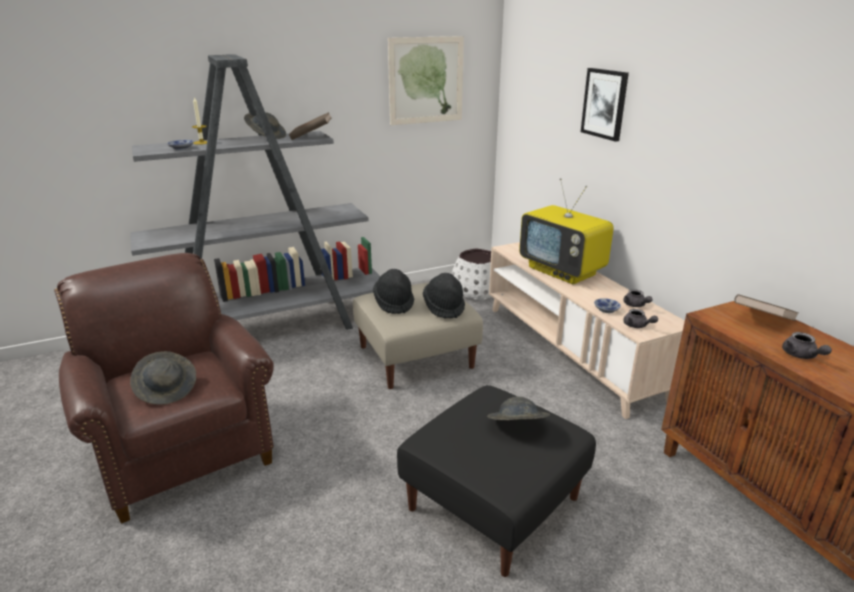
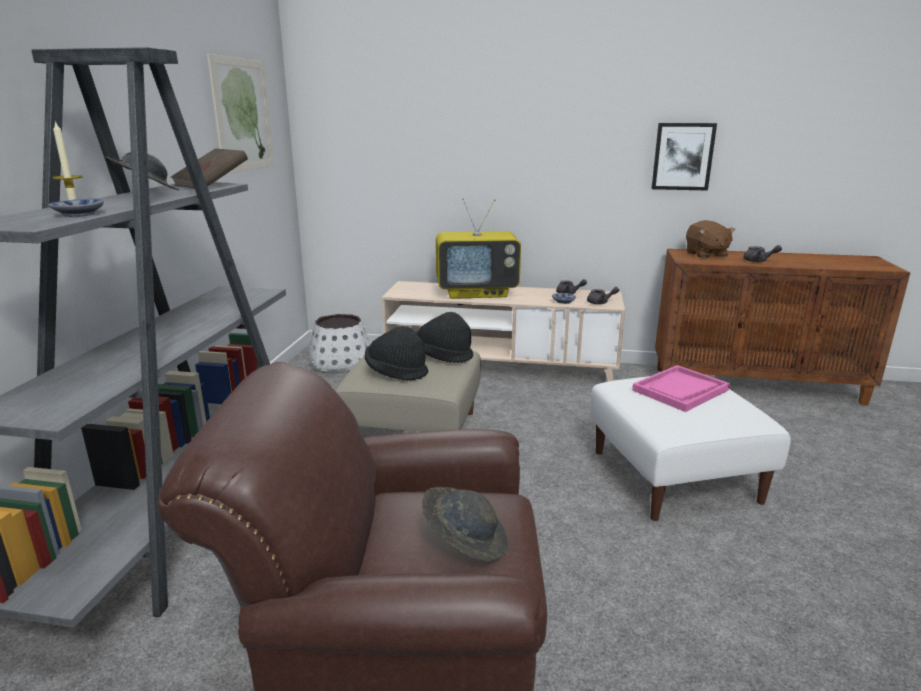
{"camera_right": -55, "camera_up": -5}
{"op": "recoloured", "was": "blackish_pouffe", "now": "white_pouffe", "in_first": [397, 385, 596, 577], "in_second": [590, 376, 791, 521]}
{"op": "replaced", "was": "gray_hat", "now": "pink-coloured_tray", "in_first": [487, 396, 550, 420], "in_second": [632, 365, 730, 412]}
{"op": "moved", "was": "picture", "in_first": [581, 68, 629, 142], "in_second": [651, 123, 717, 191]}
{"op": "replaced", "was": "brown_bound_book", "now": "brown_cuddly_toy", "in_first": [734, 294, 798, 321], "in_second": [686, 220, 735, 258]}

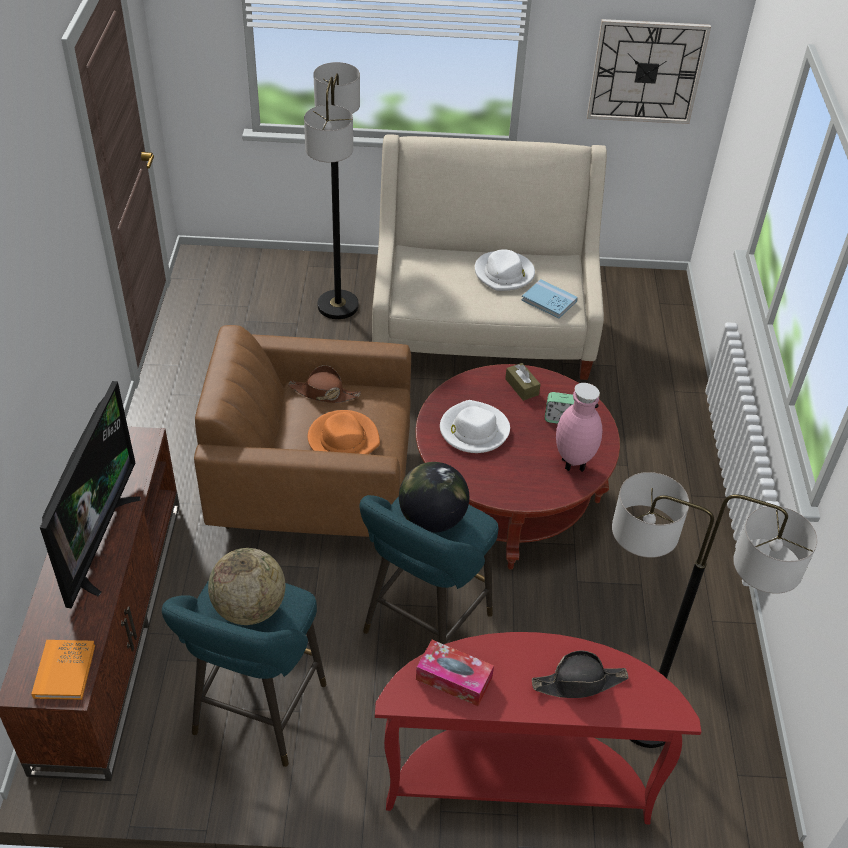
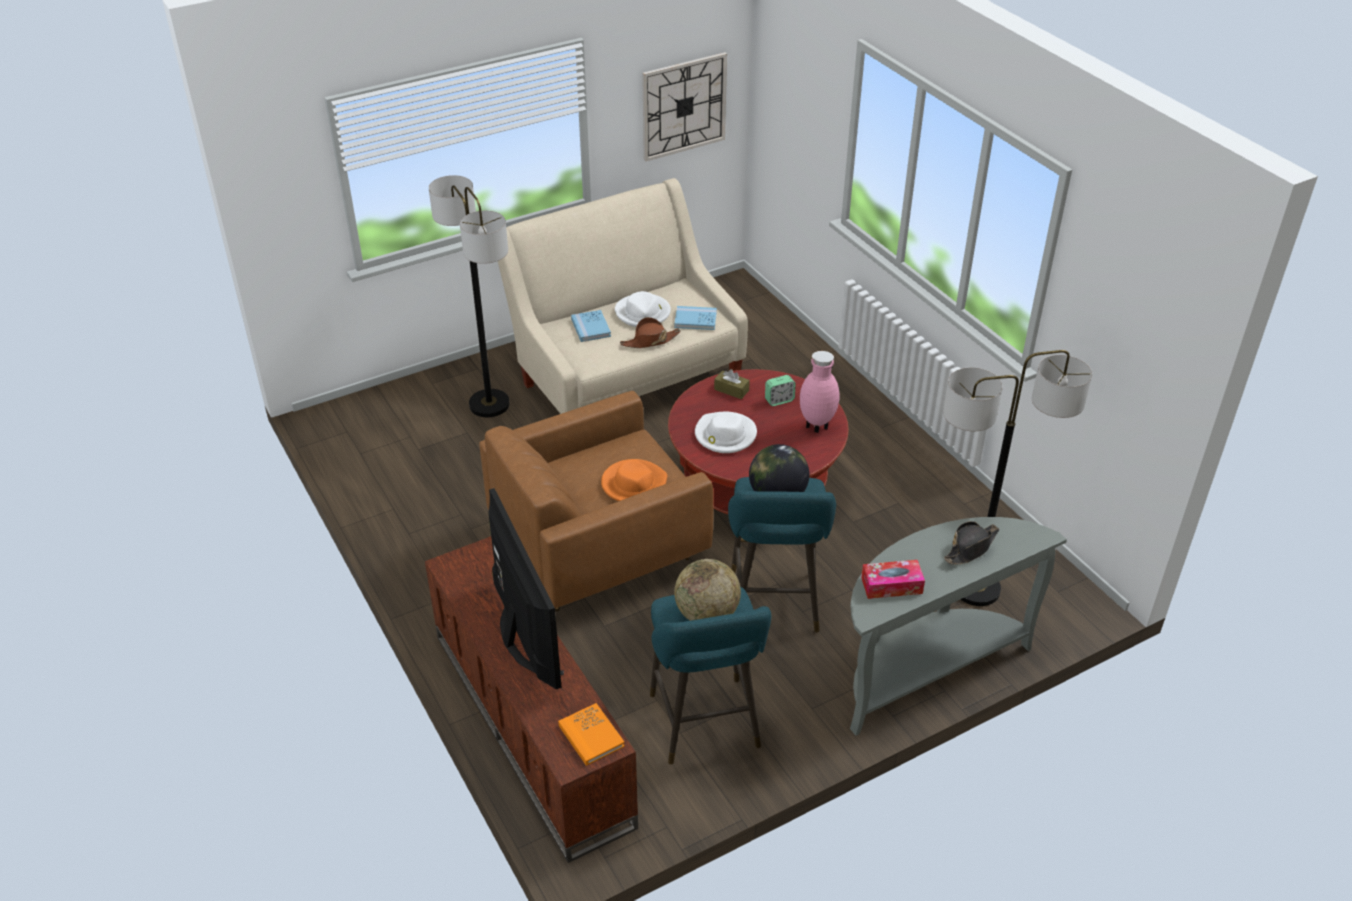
{"camera_right": -30, "camera_up": -5}
{"op": "added", "now": "blue_bound_book", "in_second": [571, 310, 611, 342]}
{"op": "moved", "was": "brown_hat", "in_first": [288, 365, 361, 403], "in_second": [620, 317, 681, 348]}
{"op": "recoloured", "was": "reddish_hall_table", "now": "gray_hall_table", "in_first": [375, 632, 701, 825], "in_second": [850, 517, 1067, 736]}

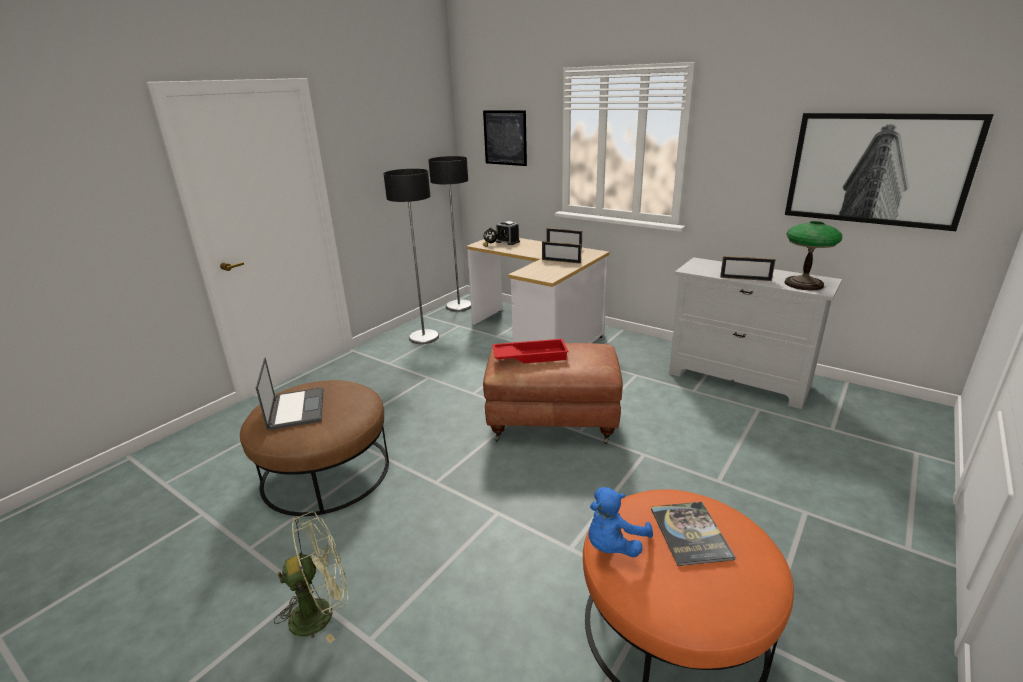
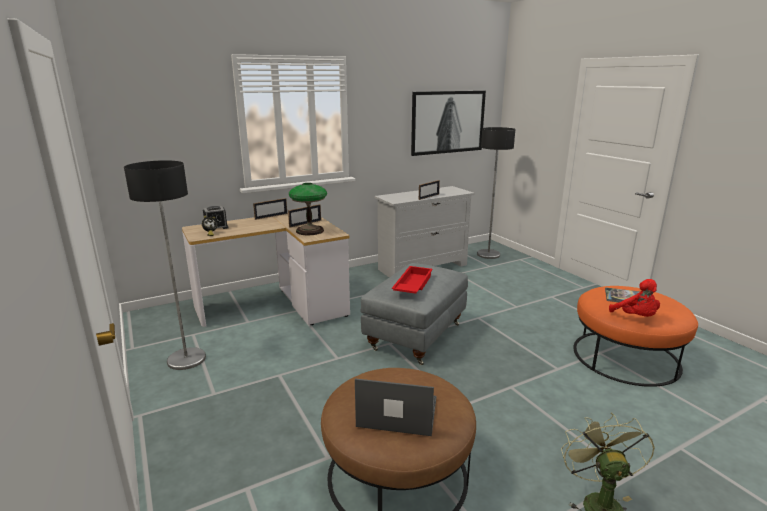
{"camera_right": -65, "camera_up": -5}
{"op": "moved", "was": "lamp_for_a_table", "in_first": [784, 221, 843, 290], "in_second": [289, 183, 327, 235]}
{"op": "recoloured", "was": "brown_pouffe", "now": "gray_pouffe", "in_first": [483, 343, 623, 444], "in_second": [361, 263, 468, 365]}
{"op": "moved", "was": "floor_lamp", "in_first": [428, 156, 471, 312], "in_second": [477, 127, 515, 259]}
{"op": "recoloured", "was": "blue_cuddly_toy", "now": "reddish_cuddly_toy", "in_first": [589, 487, 653, 557], "in_second": [609, 279, 660, 317]}
{"op": "removed", "was": "picture", "in_first": [483, 110, 527, 166]}

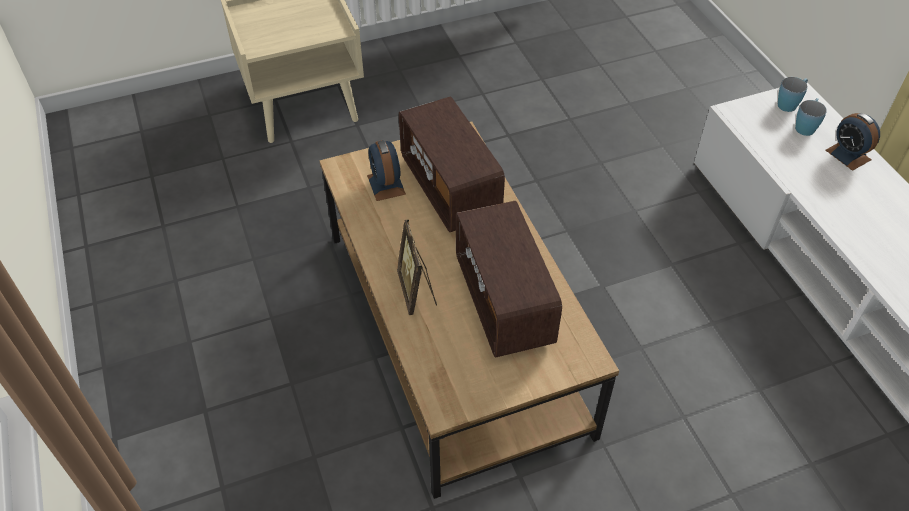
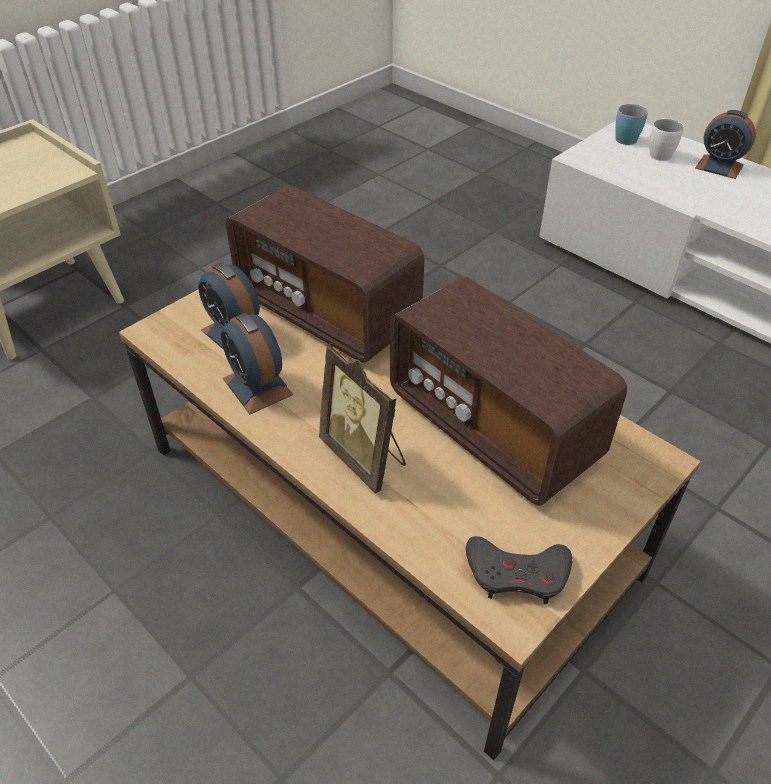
{"camera_right": -25, "camera_up": -5}
{"op": "added", "now": "table_clock", "in_second": [221, 313, 293, 414]}
{"op": "added", "now": "gray_joypad", "in_second": [466, 536, 572, 604]}
{"op": "recoloured", "was": "blue_mug", "now": "white_mug", "in_first": [795, 98, 827, 136], "in_second": [650, 118, 684, 161]}

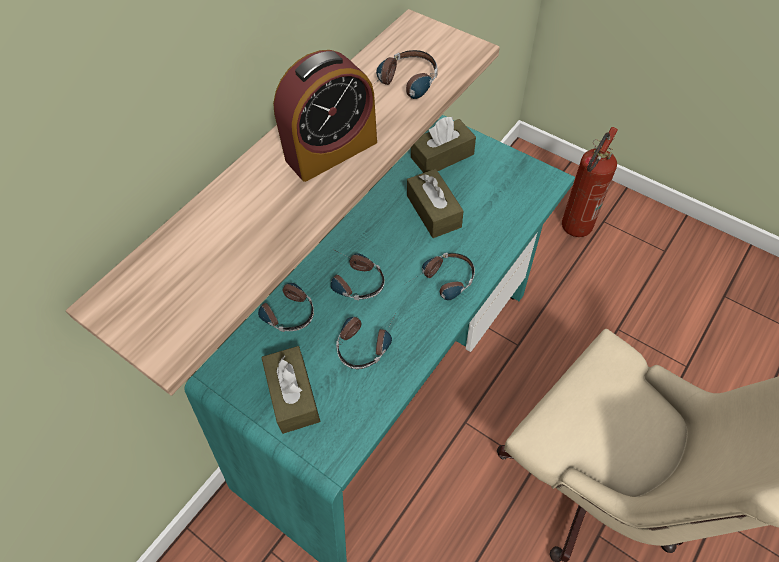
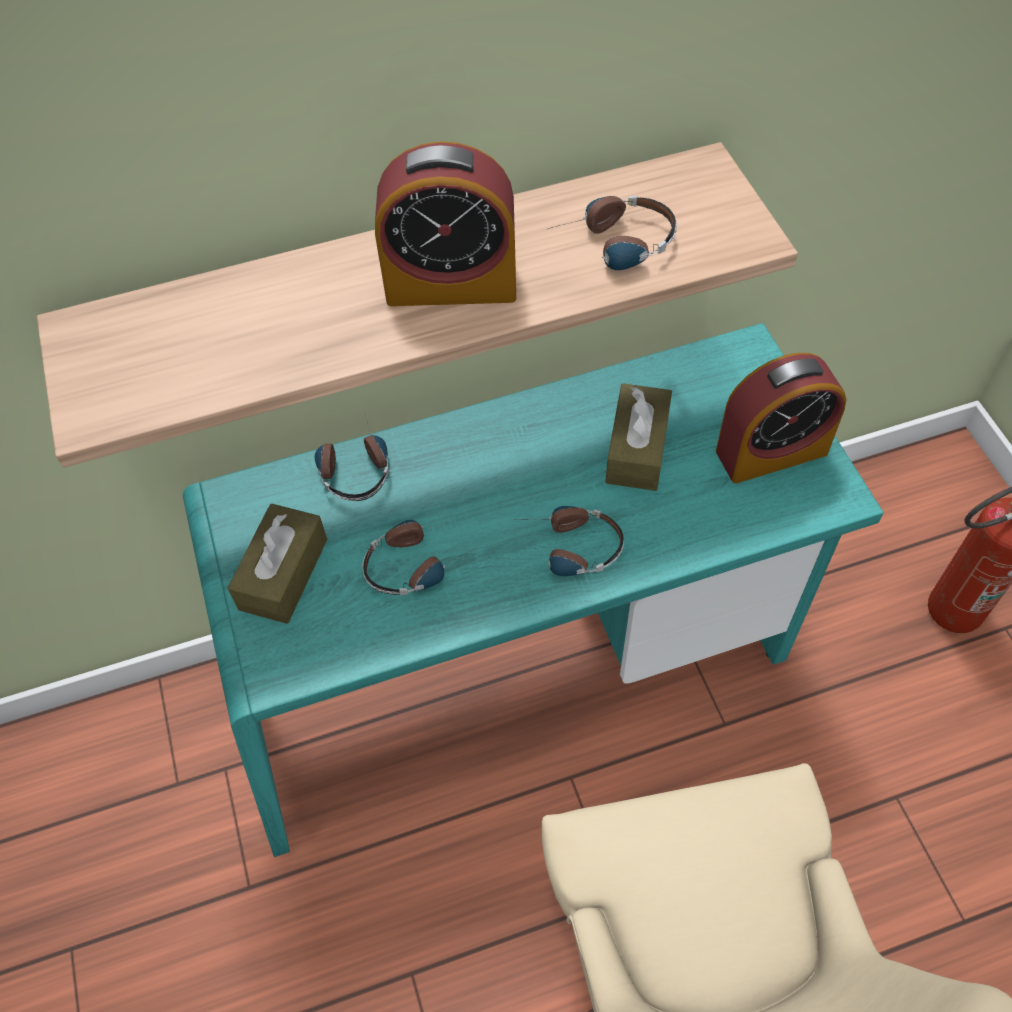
{"camera_right": 35, "camera_up": 0}
{"op": "added", "now": "table_clock", "in_second": [716, 353, 847, 483]}
{"op": "removed", "was": "headset", "in_first": [331, 254, 385, 300]}
{"op": "removed", "was": "brown_tissue_holder", "in_first": [411, 117, 476, 173]}

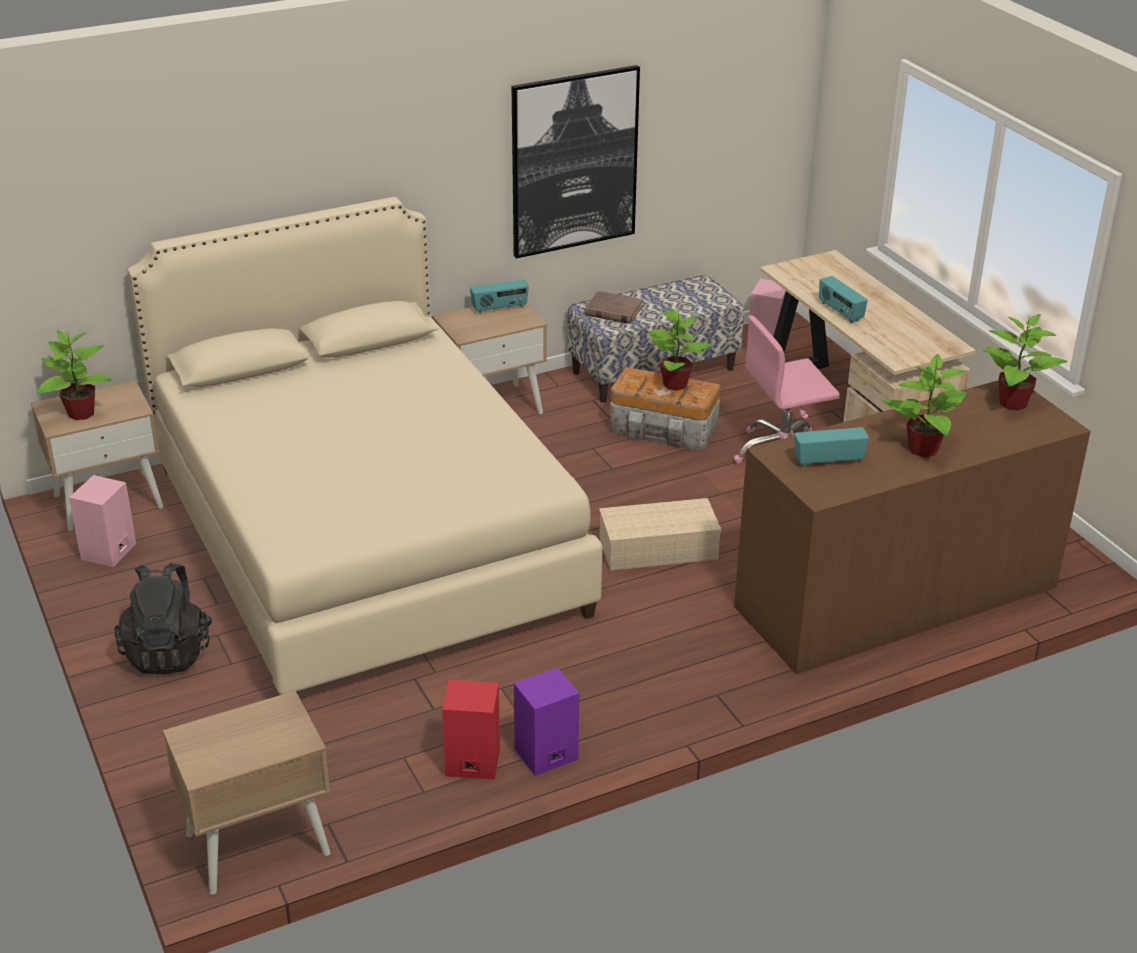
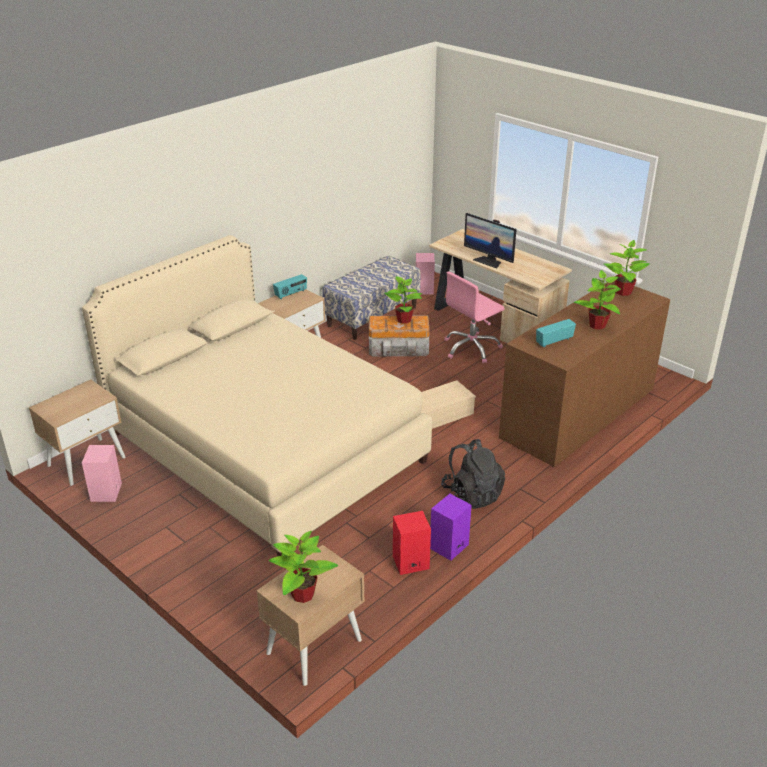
{"camera_right": -20, "camera_up": 0}
{"op": "moved", "was": "houseplant", "in_first": [36, 330, 111, 420], "in_second": [269, 531, 338, 603]}
{"op": "moved", "was": "blackish_backpack", "in_first": [114, 563, 212, 674], "in_second": [441, 439, 505, 509]}
{"op": "replaced", "was": "radio_receiver", "now": "computer_display", "in_first": [819, 276, 868, 323], "in_second": [464, 213, 517, 269]}
{"op": "removed", "was": "picture", "in_first": [512, 65, 640, 258]}
{"op": "removed", "was": "brown_bound_book", "in_first": [584, 291, 643, 324]}

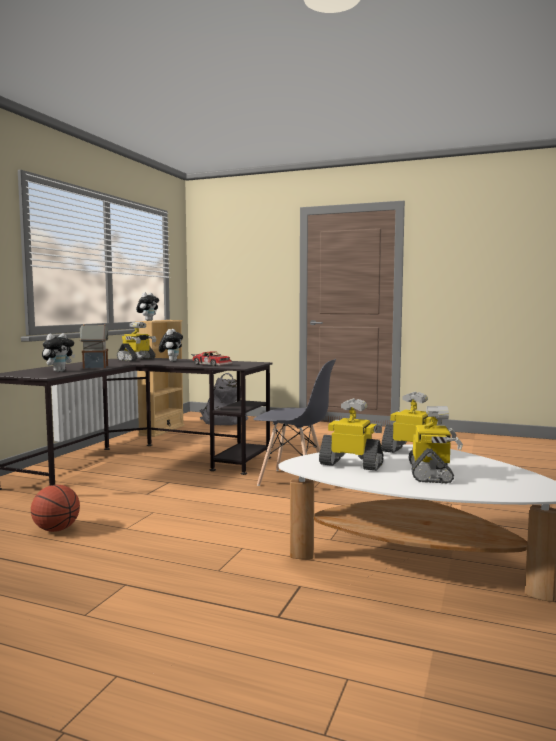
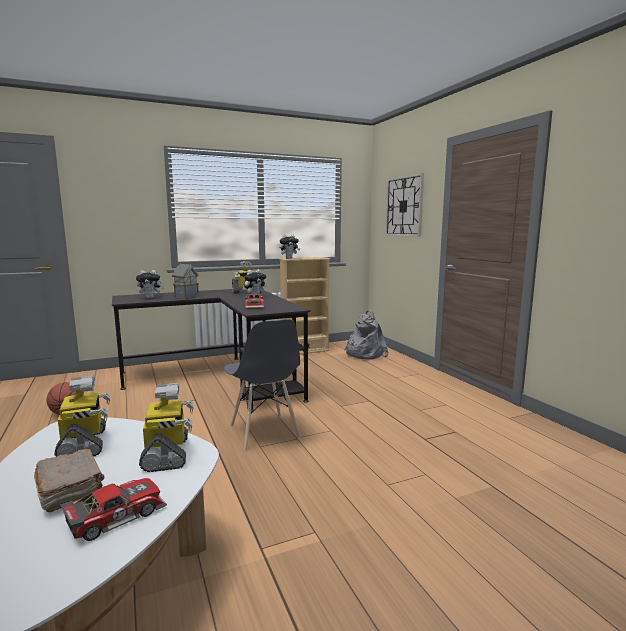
{"camera_right": 45, "camera_up": 5}
{"op": "replaced", "was": "robot_figure", "now": "brown_bound_book", "in_first": [409, 406, 463, 484], "in_second": [34, 449, 104, 512]}
{"op": "added", "now": "miniature_car", "in_second": [60, 478, 167, 541]}
{"op": "added", "now": "clock_on_the_wall", "in_second": [385, 173, 424, 237]}

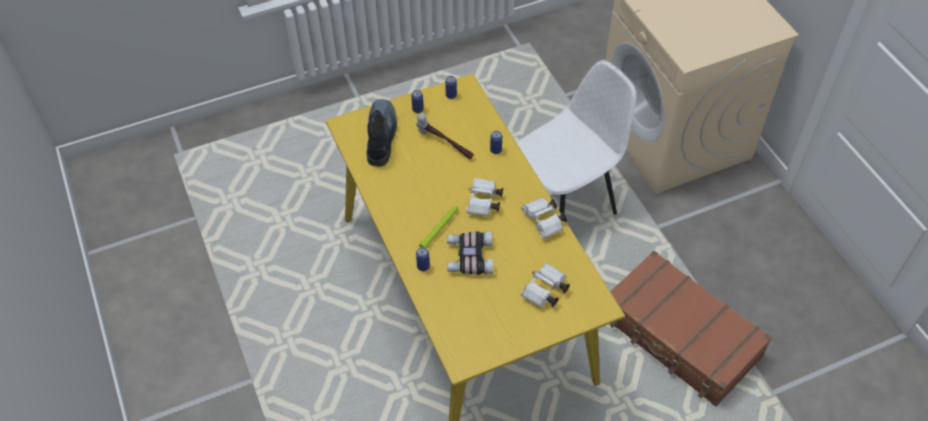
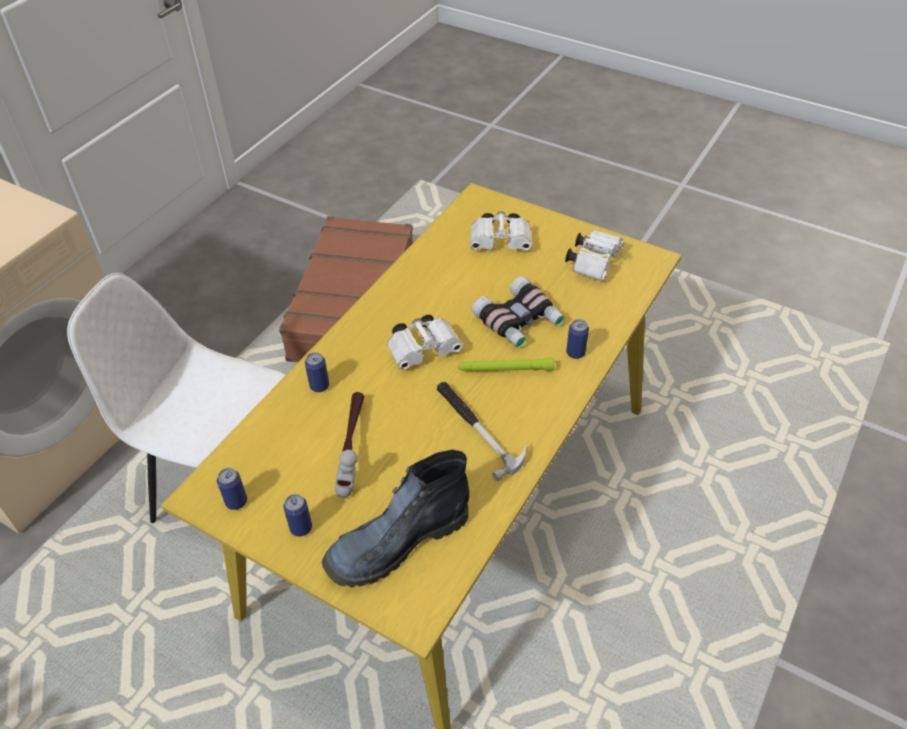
{"camera_right": -125, "camera_up": -5}
{"op": "added", "now": "tool_hammer", "in_second": [437, 382, 526, 481]}
{"op": "moved", "was": "white_pair_of_binoculars", "in_first": [521, 198, 567, 239], "in_second": [565, 230, 624, 281]}

